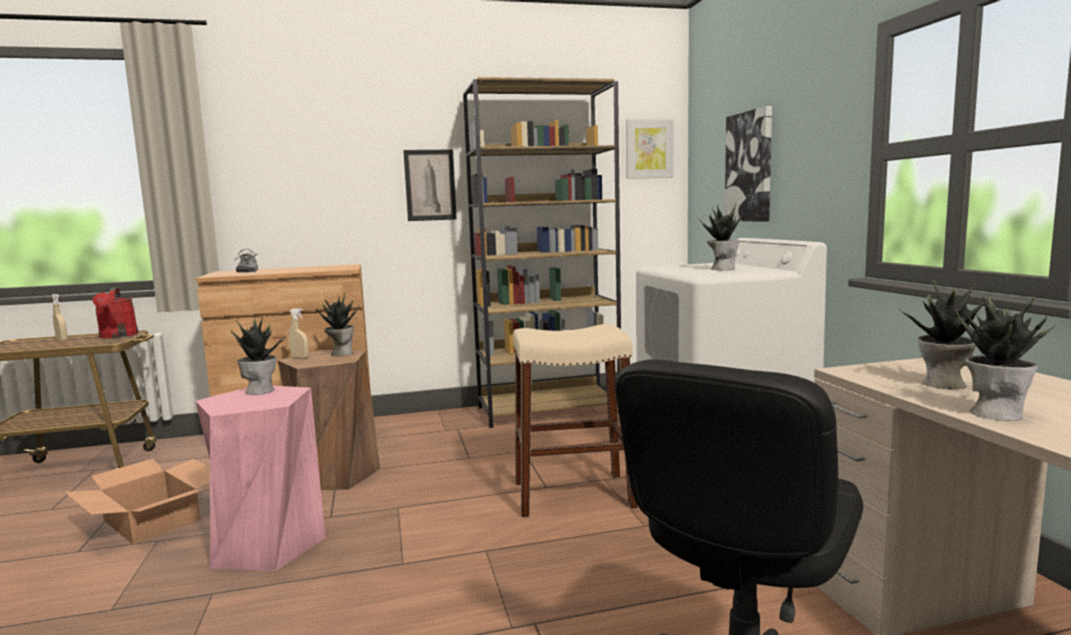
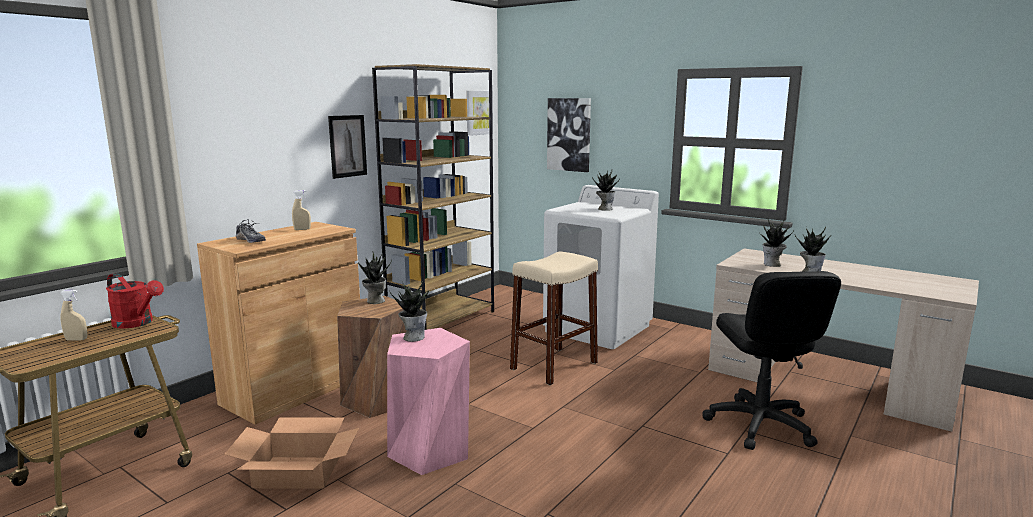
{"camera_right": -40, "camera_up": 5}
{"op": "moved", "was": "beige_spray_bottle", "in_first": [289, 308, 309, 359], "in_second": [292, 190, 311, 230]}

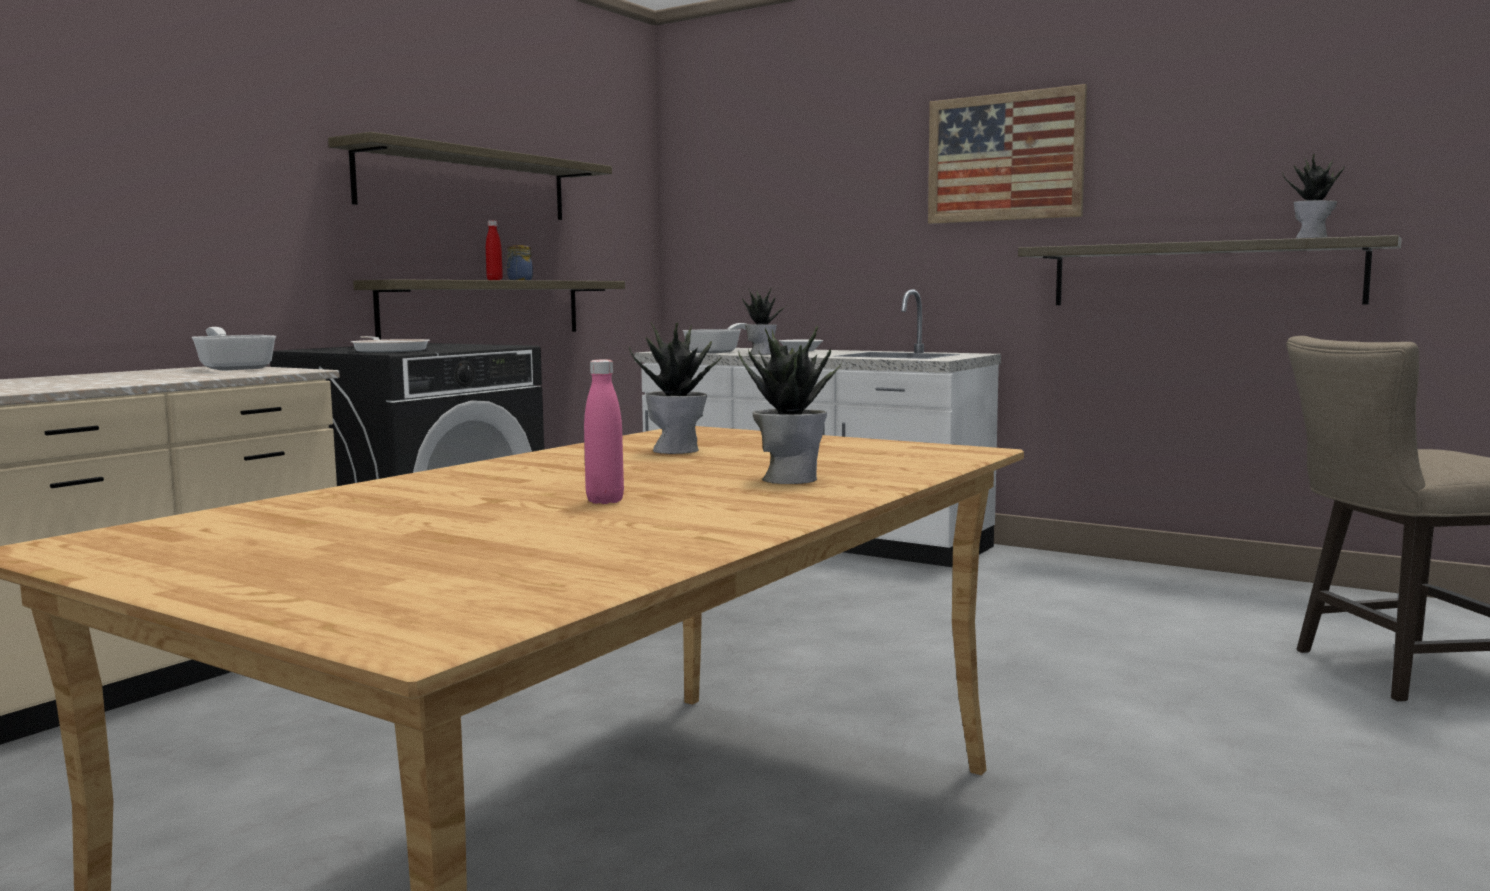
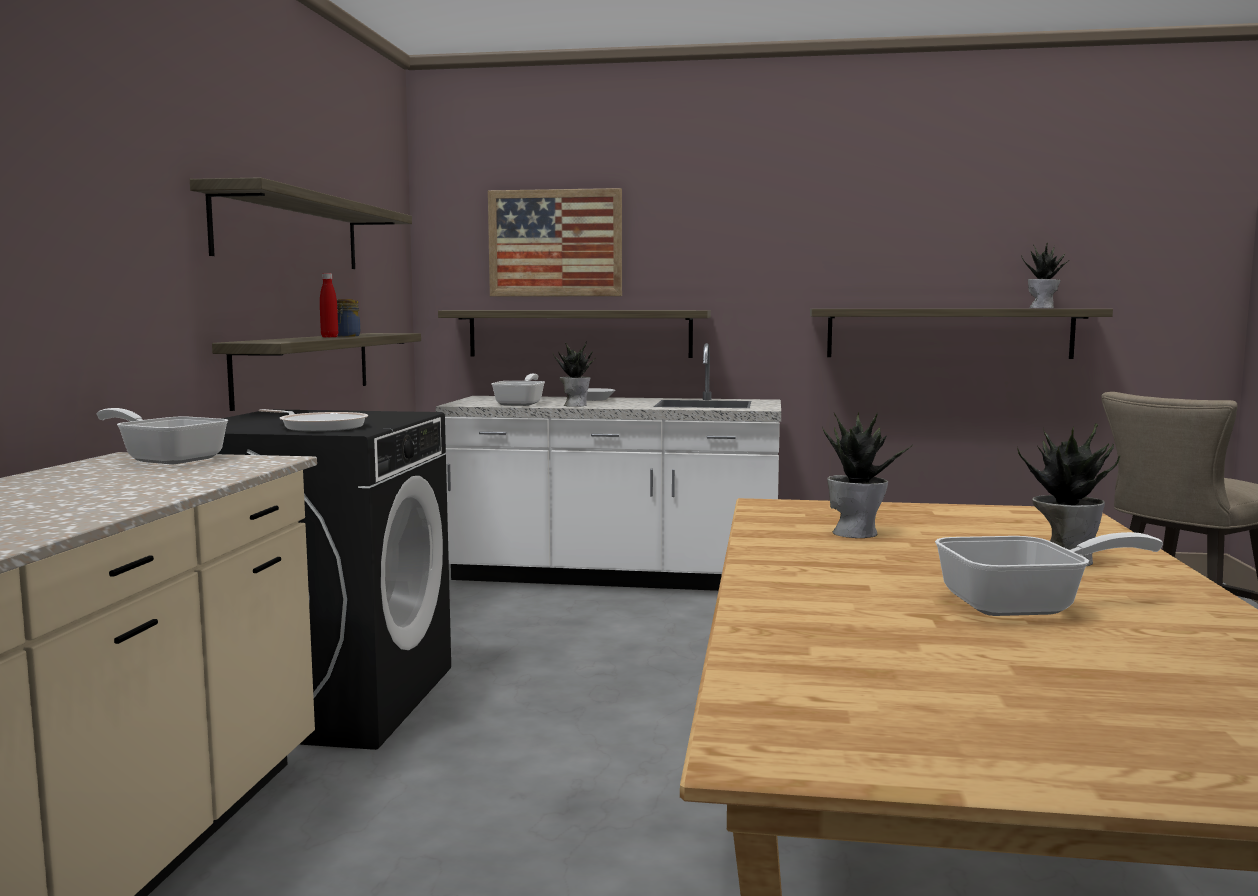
{"camera_right": -25, "camera_up": 0}
{"op": "added", "now": "wall_shelf", "in_second": [438, 310, 711, 358]}
{"op": "moved", "was": "picture", "in_first": [928, 84, 1087, 224], "in_second": [488, 188, 622, 297]}
{"op": "replaced", "was": "pink-coloured_beverage_bottle", "now": "frying_pan", "in_first": [584, 360, 624, 504], "in_second": [935, 532, 1163, 616]}

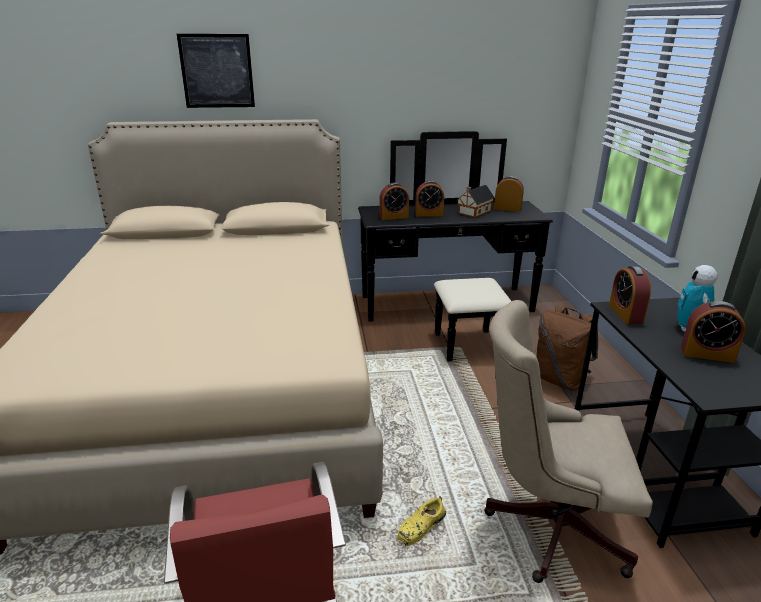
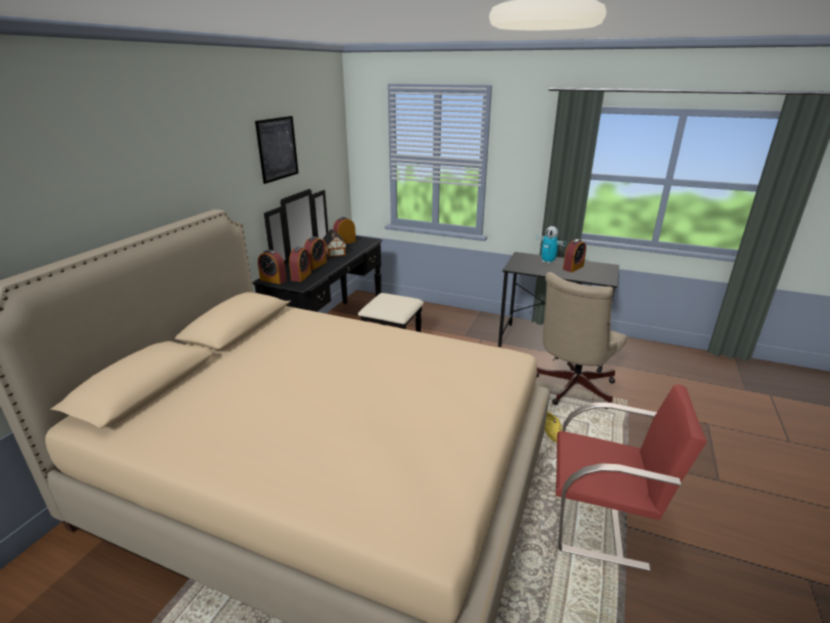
{"camera_right": -60, "camera_up": 0}
{"op": "moved", "was": "picture", "in_first": [177, 34, 255, 108], "in_second": [255, 116, 298, 184]}
{"op": "moved", "was": "table_clock", "in_first": [609, 266, 651, 324], "in_second": [258, 250, 287, 284]}
{"op": "removed", "was": "brown_backpack", "in_first": [536, 307, 598, 391]}

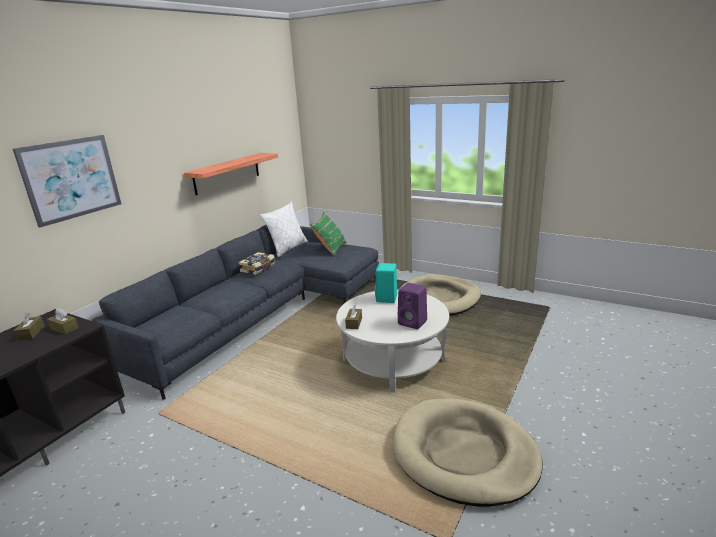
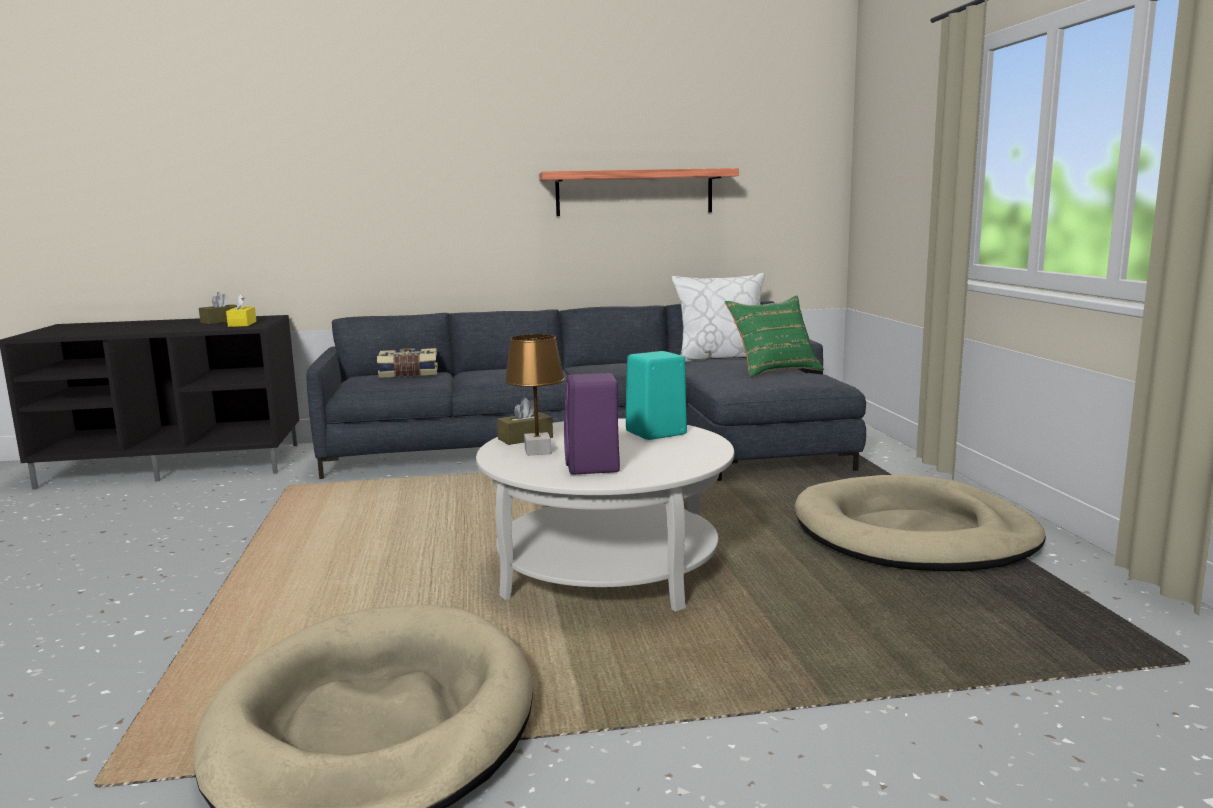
{"camera_right": 50, "camera_up": -10}
{"op": "recoloured", "was": "brown_tissue_holder", "now": "yellowish_tissue_holder", "in_first": [47, 308, 79, 334], "in_second": [226, 294, 256, 327]}
{"op": "moved", "was": "bound_book", "in_first": [239, 252, 275, 275], "in_second": [377, 348, 438, 378]}
{"op": "added", "now": "brown_lamp_for_a_table", "in_second": [505, 334, 565, 456]}
{"op": "removed", "was": "picture", "in_first": [13, 135, 121, 228]}

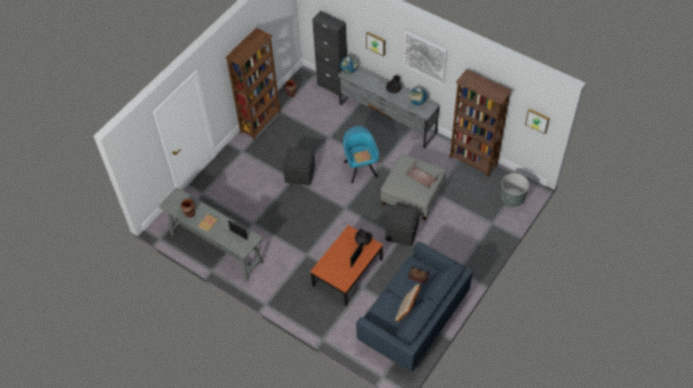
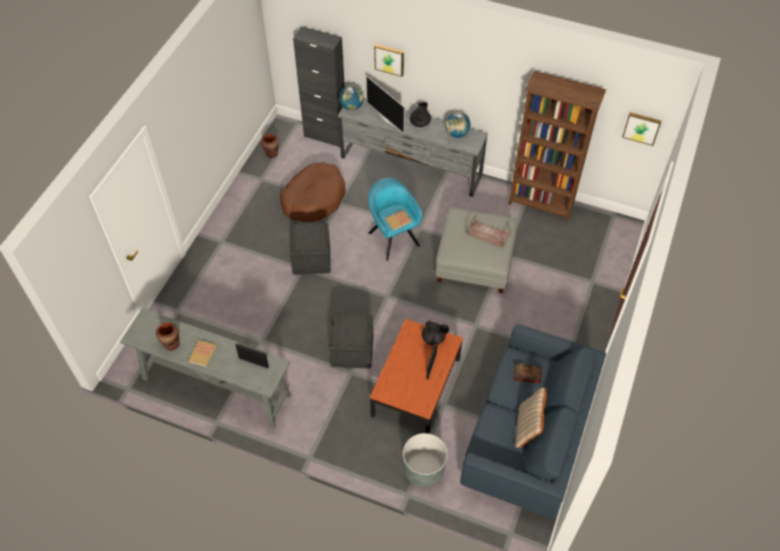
{"camera_right": -15, "camera_up": 0}
{"op": "added", "now": "brown_dog_bed", "in_second": [280, 162, 346, 222]}
{"op": "moved", "was": "gray_pouffe", "in_first": [386, 205, 419, 246], "in_second": [329, 314, 373, 368]}
{"op": "added", "now": "TV", "in_second": [366, 75, 405, 133]}
{"op": "moved", "was": "gray_flower_pot", "in_first": [500, 173, 529, 207], "in_second": [403, 433, 448, 487]}
{"op": "removed", "was": "brown_bookshelf", "in_first": [225, 28, 280, 141]}
{"op": "removed", "was": "picture", "in_first": [403, 31, 447, 84]}

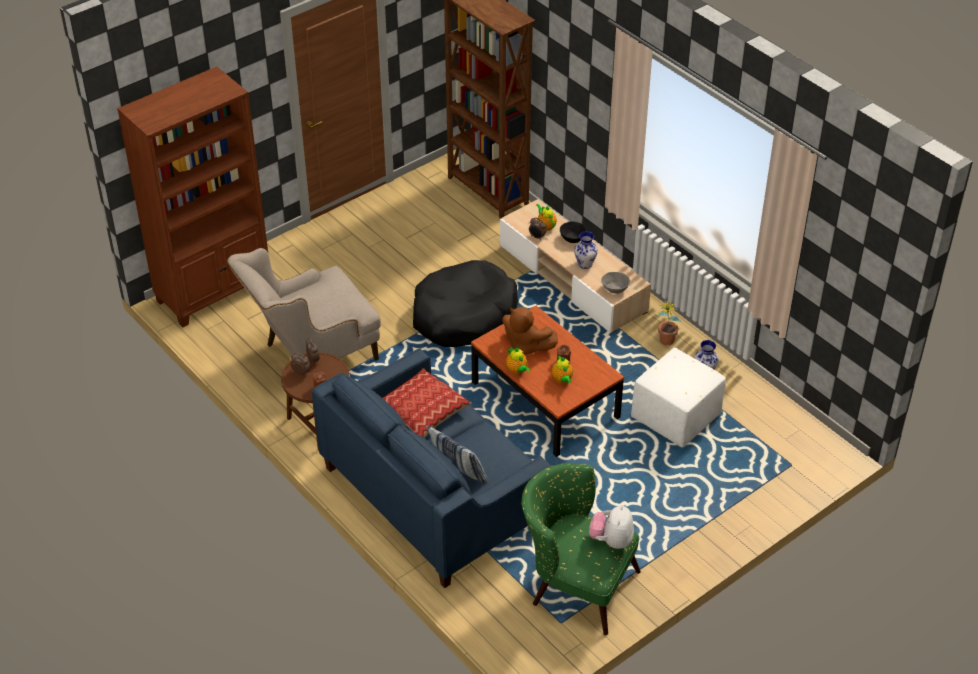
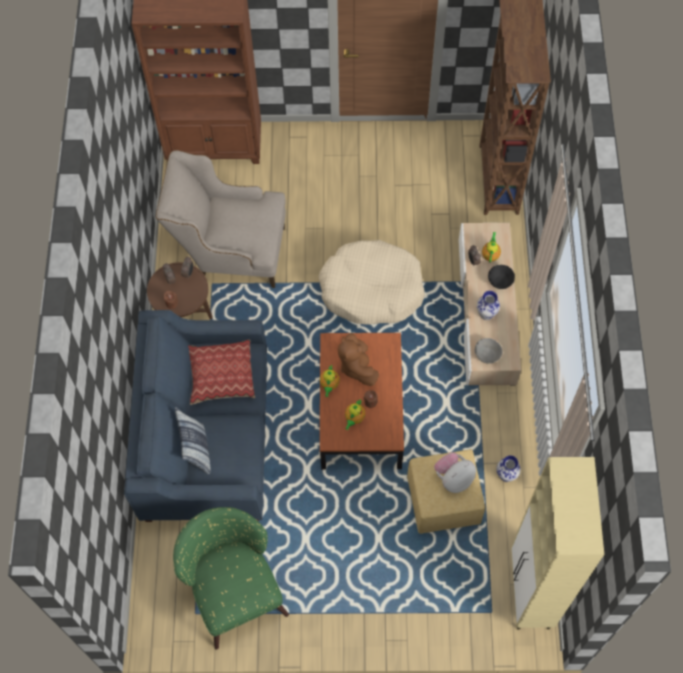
{"camera_right": 40, "camera_up": 20}
{"op": "recoloured", "was": "blackish_dog_bed", "now": "beige_dog_bed", "in_first": [413, 260, 518, 347], "in_second": [318, 240, 425, 325]}
{"op": "recoloured", "was": "white_pouffe", "now": "yellowish_pouffe", "in_first": [631, 348, 726, 448], "in_second": [407, 449, 485, 534]}
{"op": "moved", "was": "cuddly_toy", "in_first": [589, 505, 634, 549], "in_second": [434, 452, 476, 493]}
{"op": "added", "now": "beige_storage_cabinet", "in_second": [511, 457, 604, 629]}
{"op": "removed", "was": "houseplant", "in_first": [657, 301, 681, 345]}

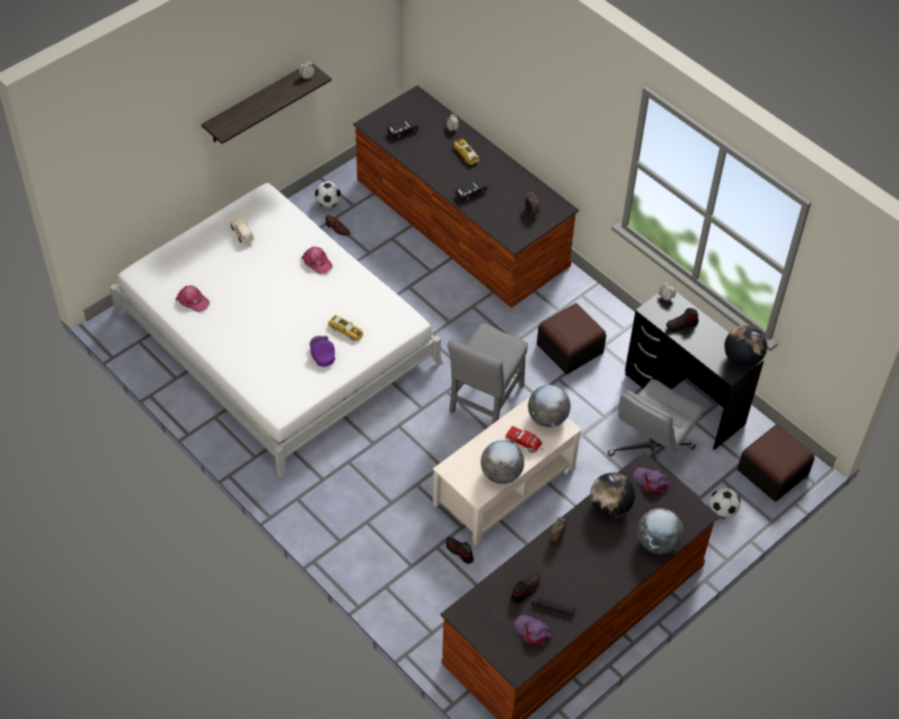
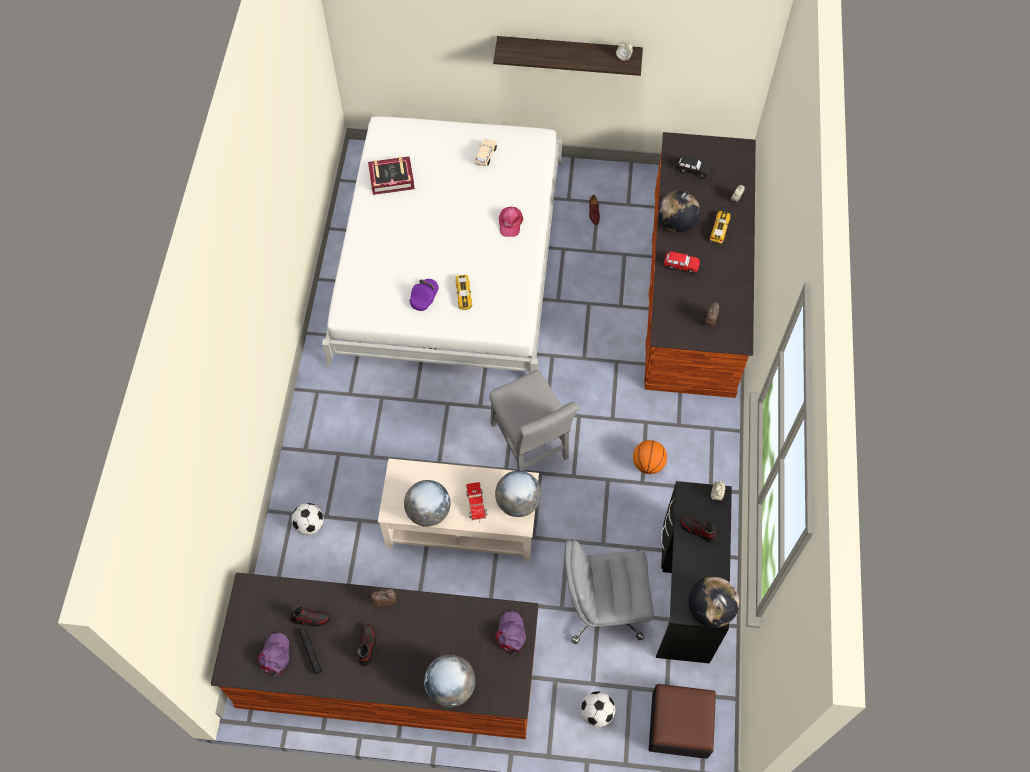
{"camera_right": 50, "camera_up": 10}
{"op": "moved", "was": "ball_for_football", "in_first": [315, 181, 341, 208], "in_second": [291, 503, 324, 535]}
{"op": "moved", "was": "low_shoe", "in_first": [446, 537, 474, 564], "in_second": [357, 624, 376, 667]}
{"op": "replaced", "was": "pink-coloured_peaked_cap", "now": "bound_book", "in_first": [176, 285, 210, 312], "in_second": [368, 156, 415, 195]}
{"op": "turned", "was": "gray_plain_chair", "in_first": [447, 323, 528, 424], "in_second": [489, 370, 579, 471], "clockwise": -105}
{"op": "replaced", "was": "pouffe", "now": "basketball", "in_first": [537, 303, 606, 374], "in_second": [633, 440, 667, 474]}
{"op": "moved", "was": "globe", "in_first": [590, 473, 635, 517], "in_second": [659, 191, 700, 232]}
{"op": "recoloured", "was": "blackish_miniature_car", "now": "reddish_miniature_car", "in_first": [455, 179, 487, 202], "in_second": [664, 251, 700, 274]}

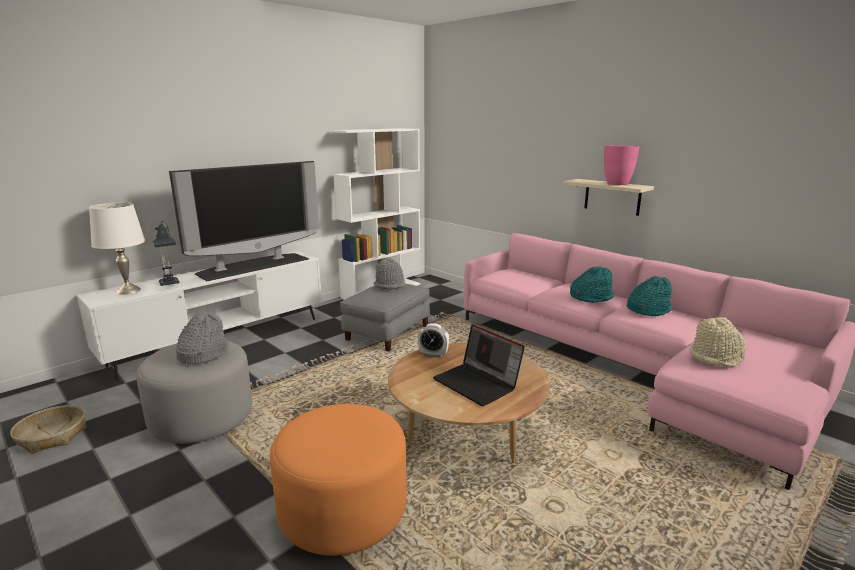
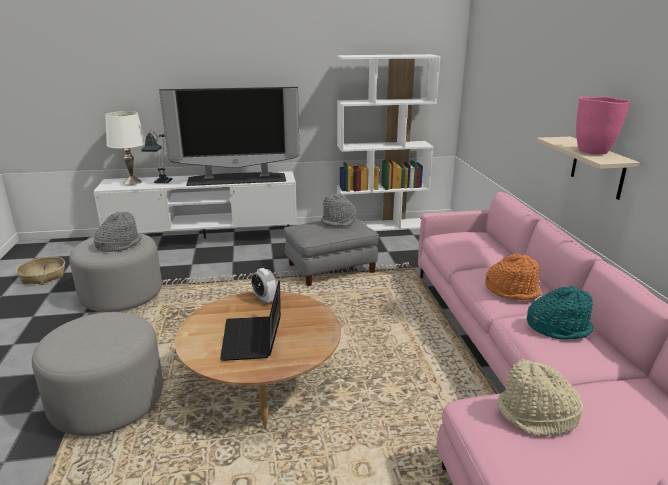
{"camera_right": 35, "camera_up": 5}
{"op": "recoloured", "was": "orange-coloured_pouffe", "now": "gray_pouffe", "in_first": [270, 404, 407, 556], "in_second": [32, 312, 163, 436]}
{"op": "recoloured", "was": "turquoise-coloured_hat", "now": "orange-coloured_hat", "in_first": [570, 266, 614, 303], "in_second": [485, 254, 541, 300]}

